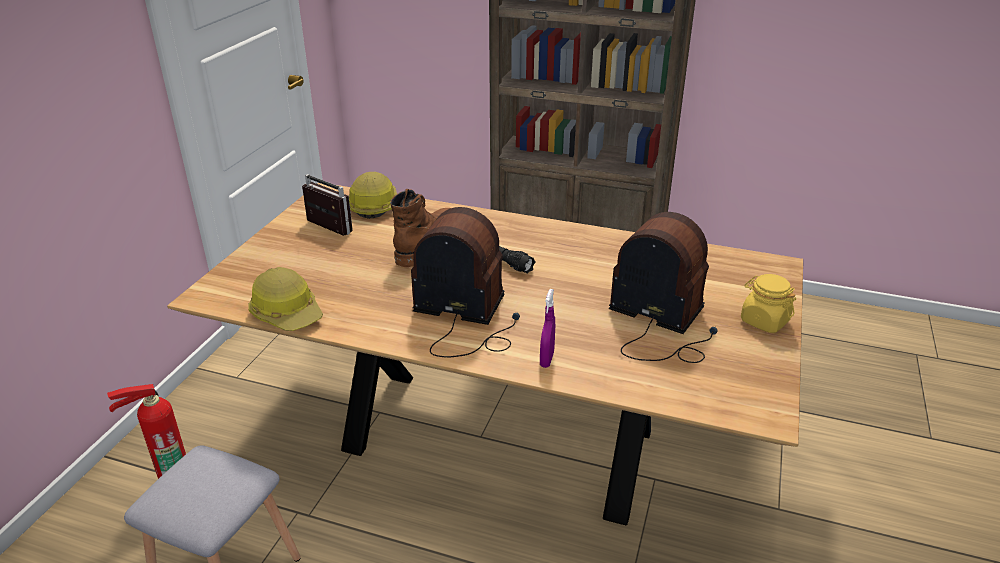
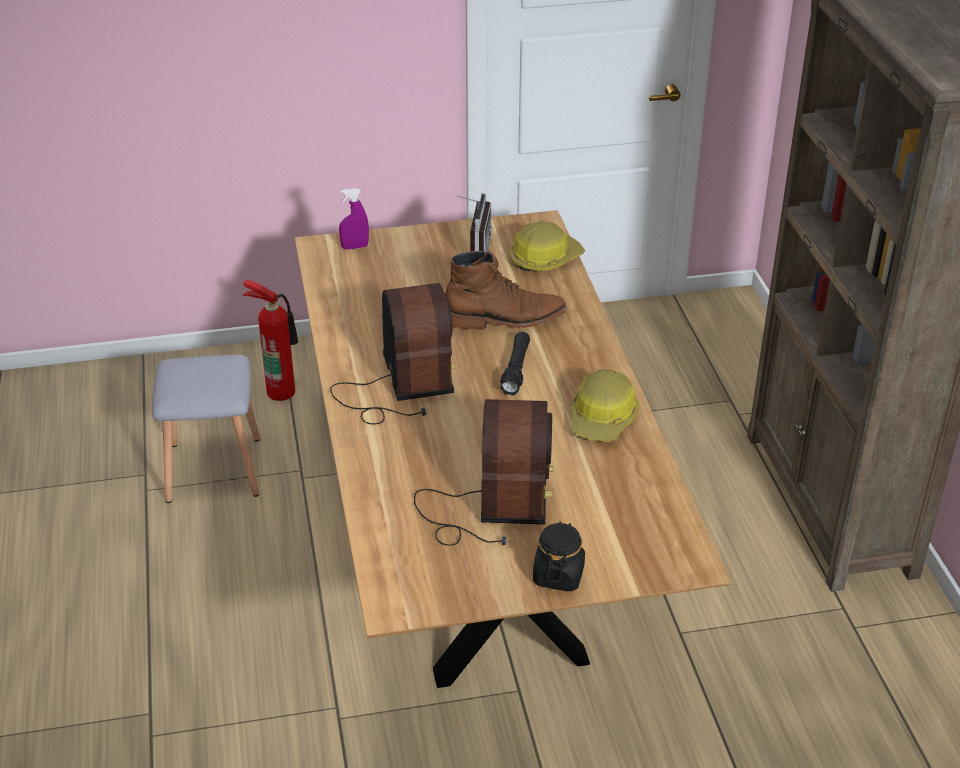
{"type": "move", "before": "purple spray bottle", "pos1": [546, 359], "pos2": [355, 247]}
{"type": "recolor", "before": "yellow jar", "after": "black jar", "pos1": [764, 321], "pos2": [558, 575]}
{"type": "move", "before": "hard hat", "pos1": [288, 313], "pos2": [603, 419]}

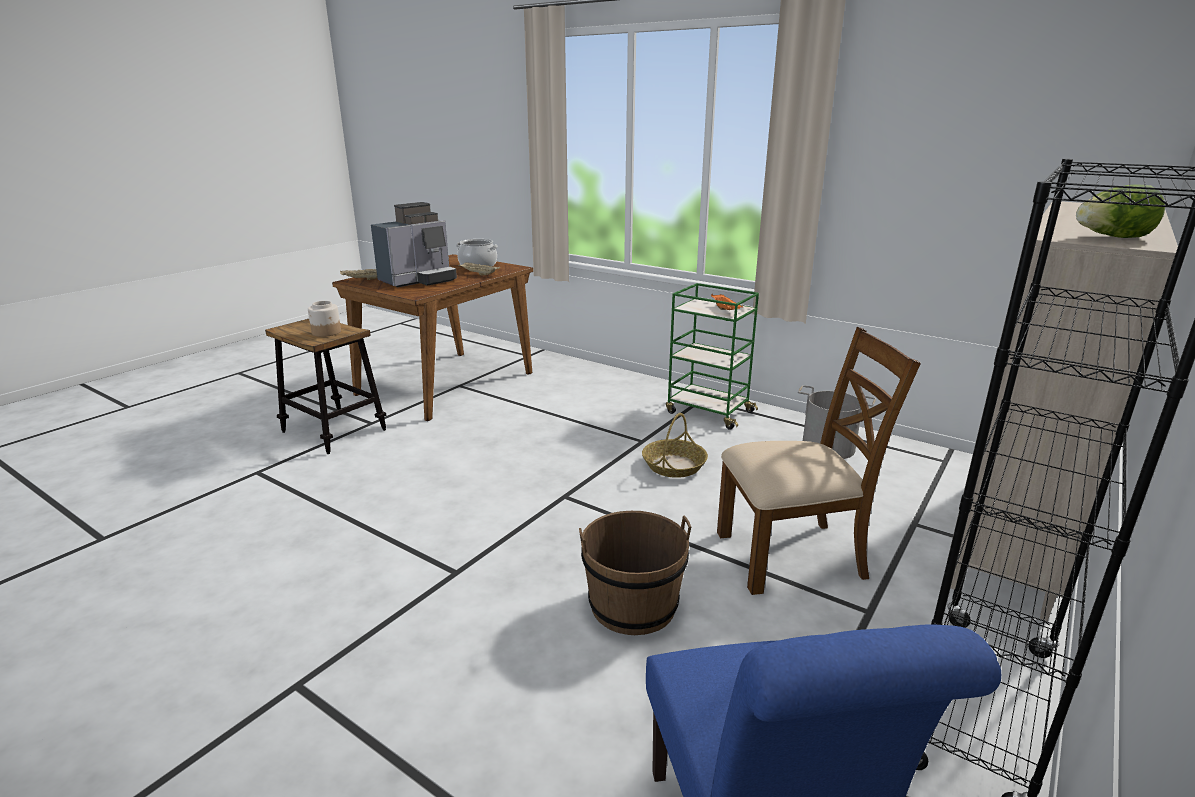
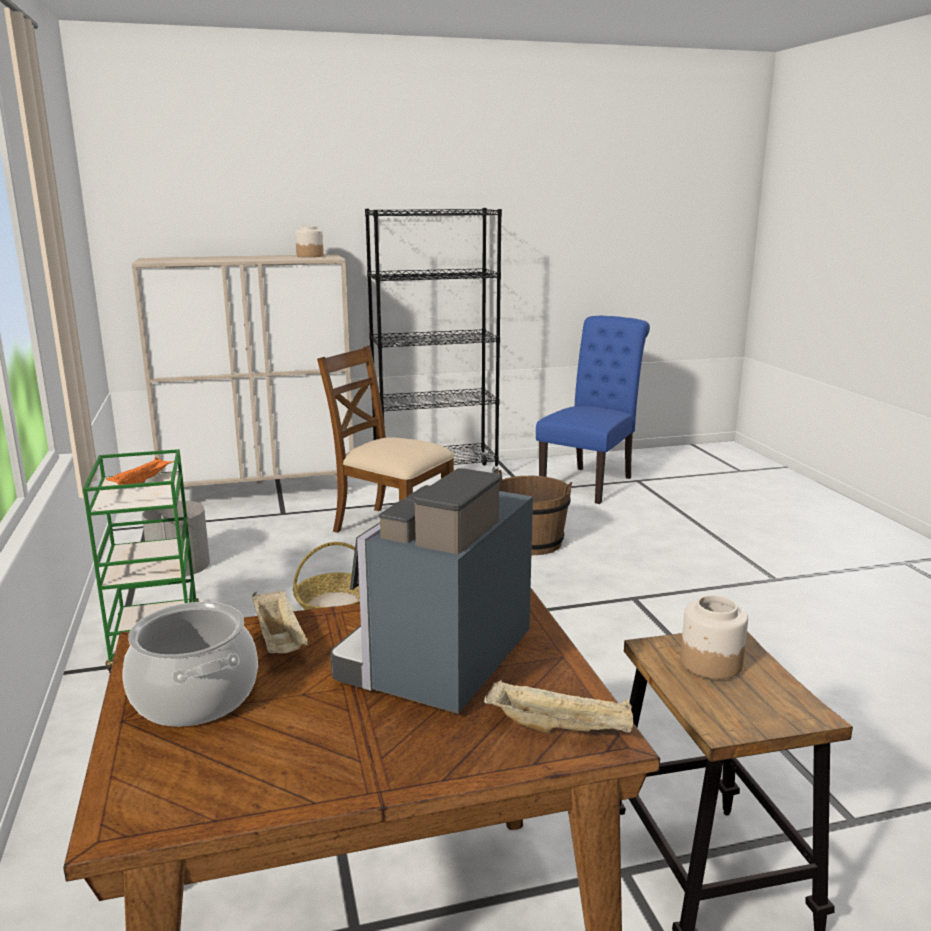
{"type": "replace", "before": "lettuce", "after": "jar", "pos1": [1112, 237], "pos2": [310, 256]}
{"type": "rotate", "before": "coffee machine", "pos1": [419, 280], "pos2": [437, 663], "turn": -60}

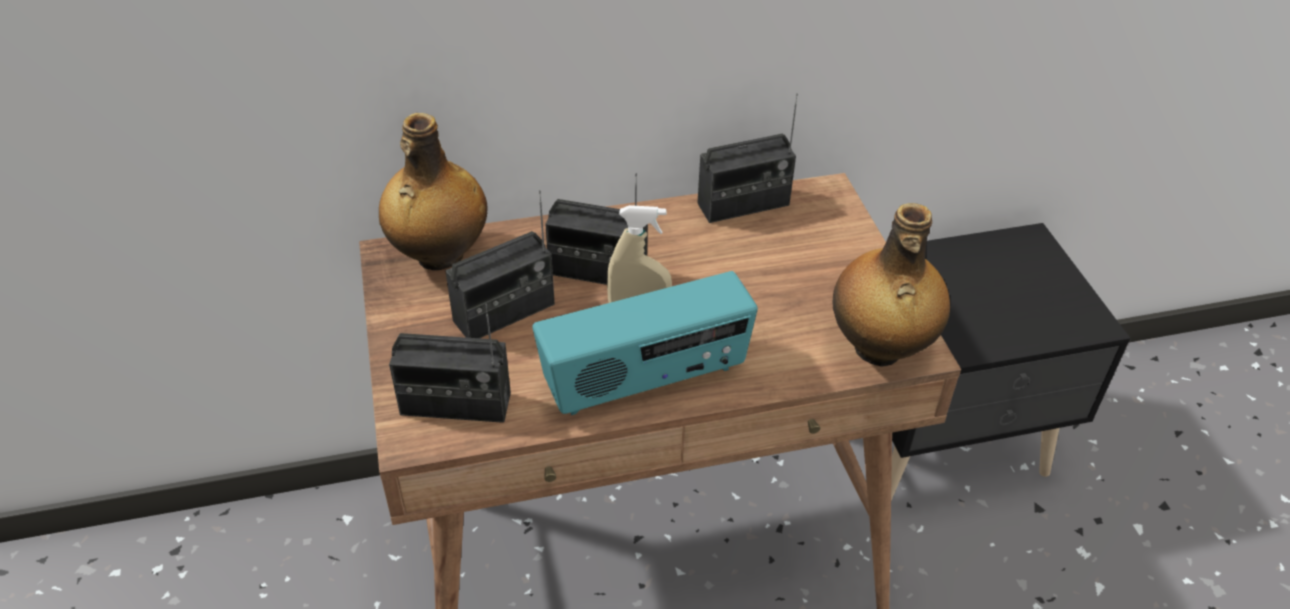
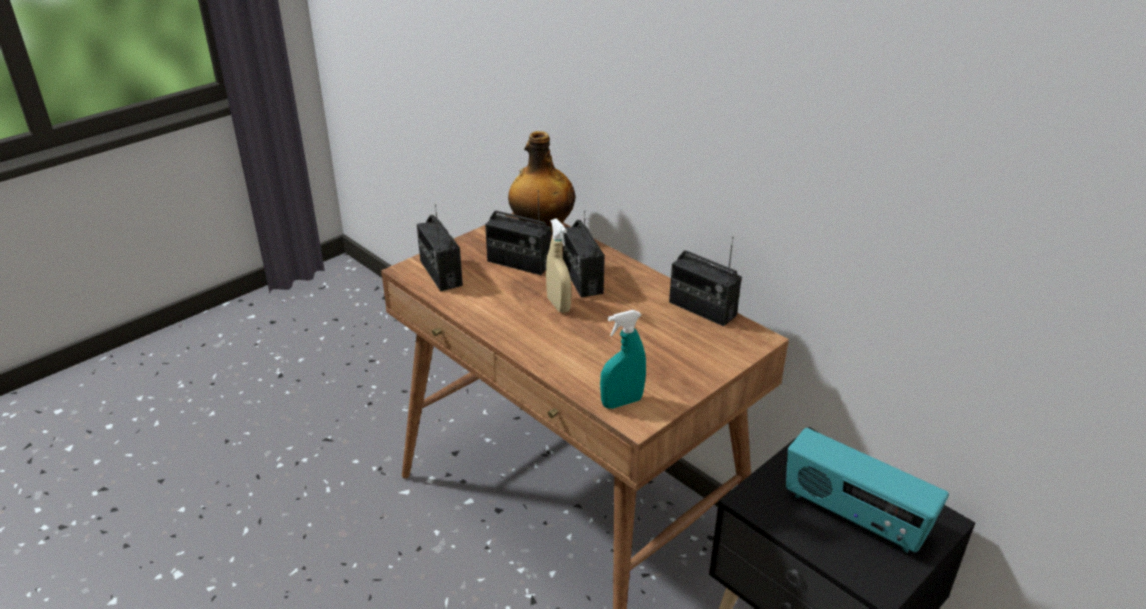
{"type": "replace", "before": "bottle", "after": "turquoise spray bottle", "pos1": [878, 349], "pos2": [622, 402]}
{"type": "move", "before": "radio", "pos1": [645, 381], "pos2": [854, 517]}

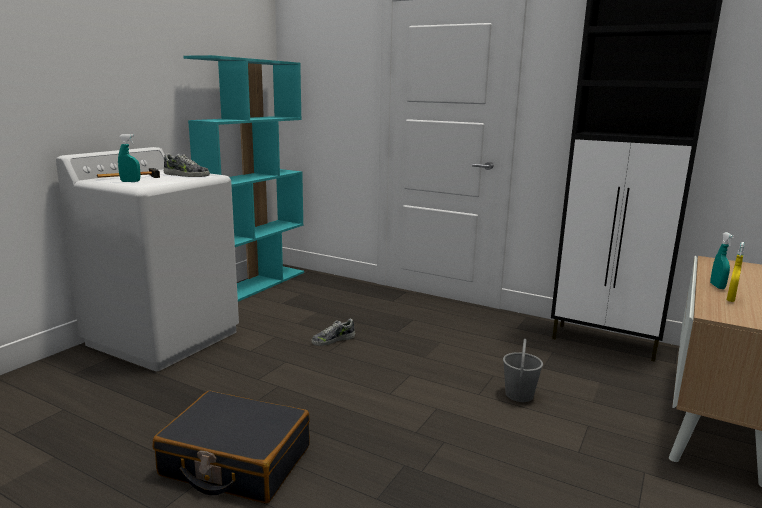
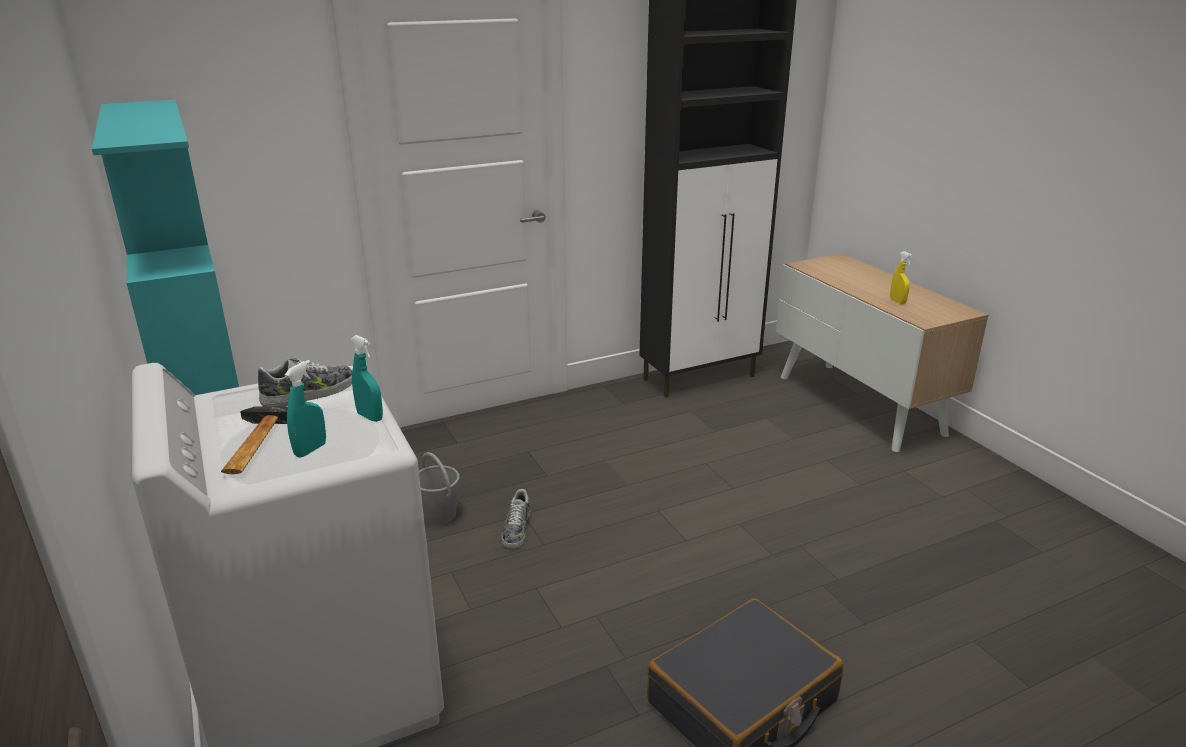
{"type": "move", "before": "turquoise spray bottle", "pos1": [717, 286], "pos2": [370, 417]}
{"type": "move", "before": "grey bucket", "pos1": [519, 395], "pos2": [439, 515]}

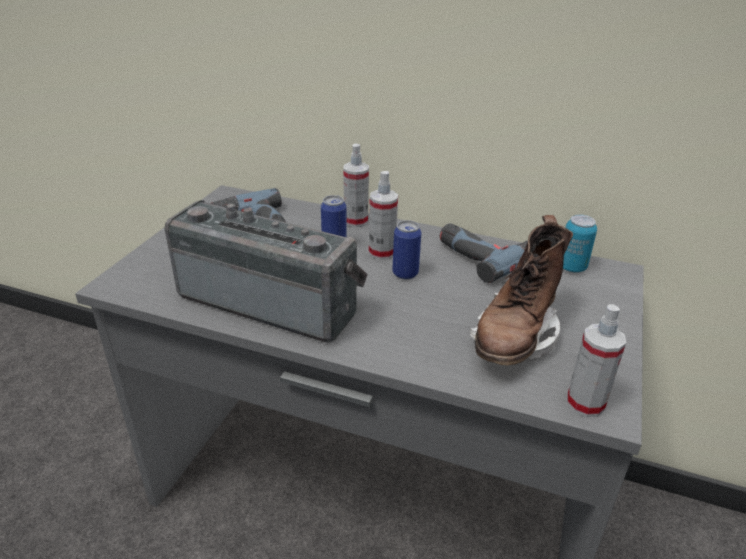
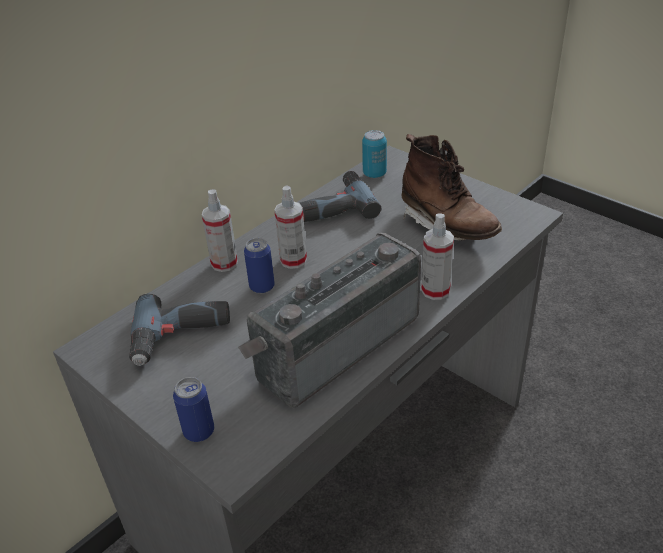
{"type": "move", "before": "can", "pos1": [405, 273], "pos2": [199, 431]}
{"type": "move", "before": "spray bottle", "pos1": [585, 403], "pos2": [435, 290]}

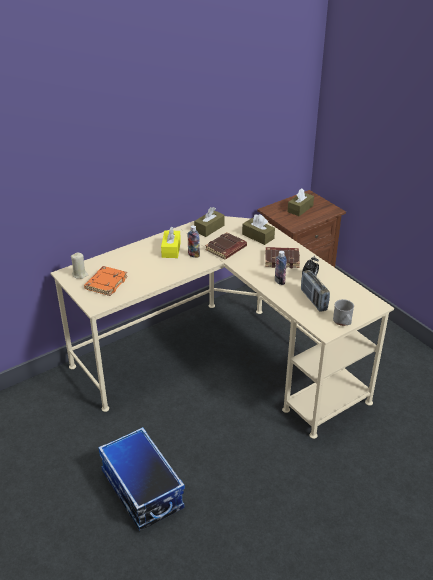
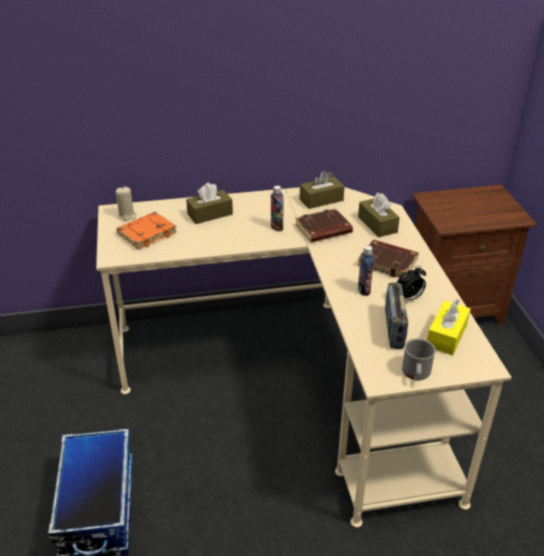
{"type": "move", "before": "brown tissue box", "pos1": [300, 209], "pos2": [210, 214]}
{"type": "move", "before": "yellow tissue box", "pos1": [171, 249], "pos2": [446, 335]}

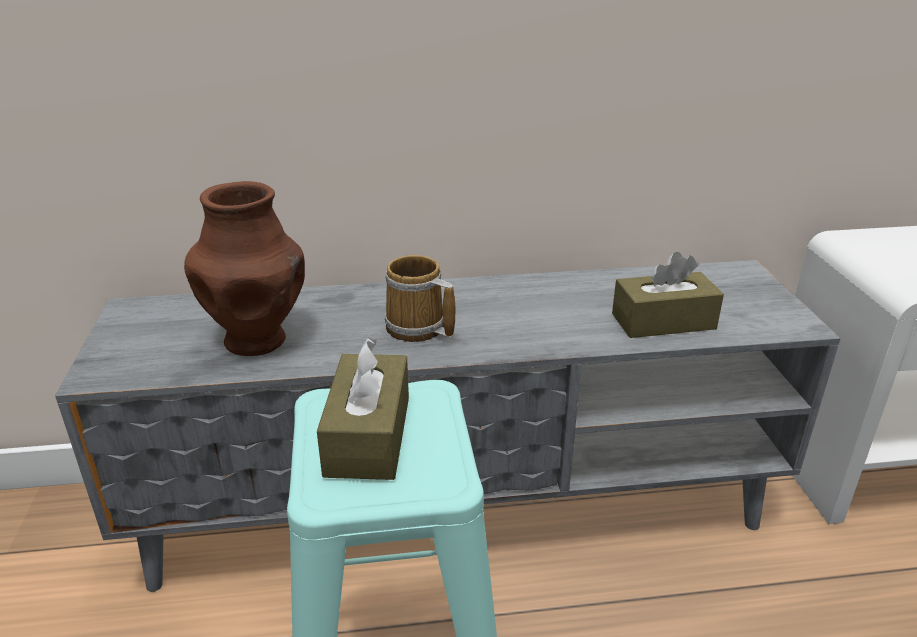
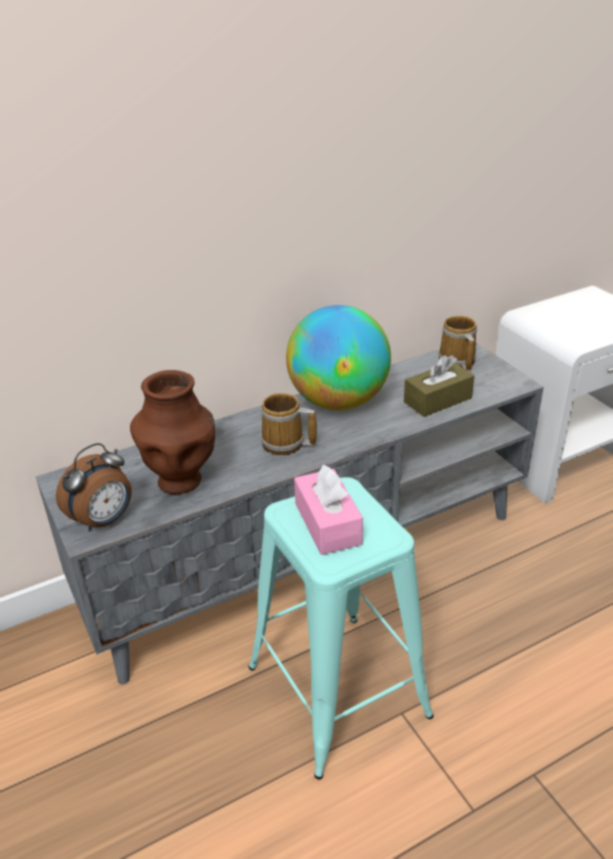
{"type": "insert", "after": "alarm clock", "pos2": [104, 520]}
{"type": "insert", "after": "globe", "pos2": [338, 401]}
{"type": "recolor", "before": "brown tissue box", "after": "pink tissue box", "pos1": [368, 435], "pos2": [327, 523]}
{"type": "insert", "after": "mug", "pos2": [456, 361]}

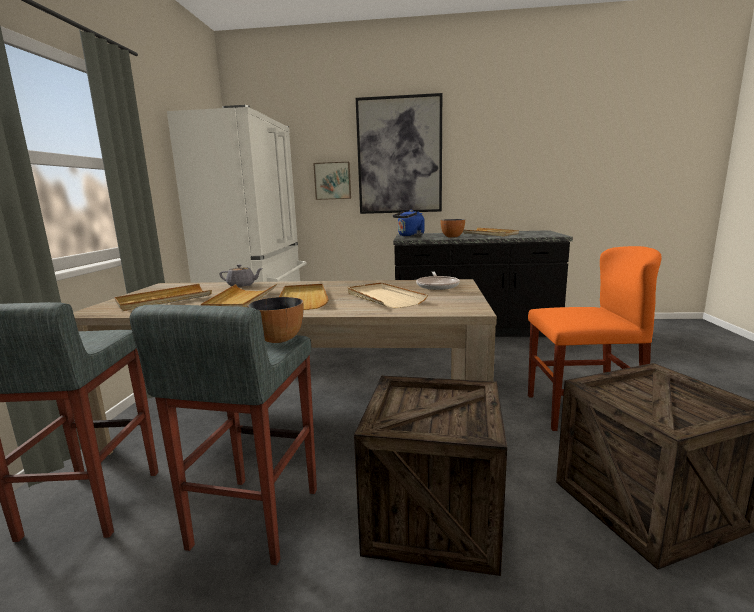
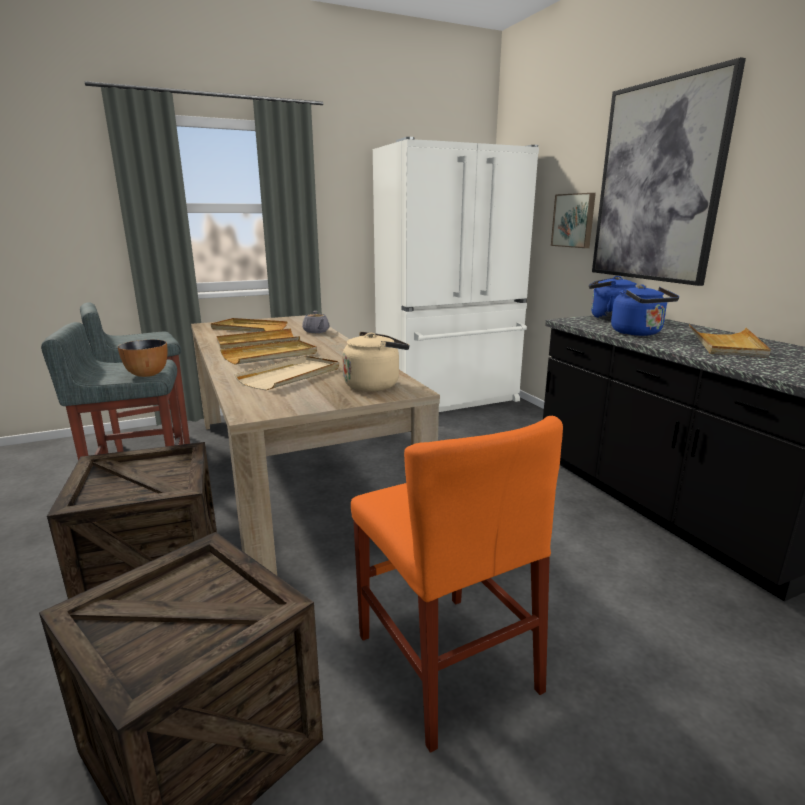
{"type": "replace", "before": "frying pan", "after": "beige kettle", "pos1": [437, 285], "pos2": [374, 385]}
{"type": "replace", "before": "bowl", "after": "blue kettle", "pos1": [452, 237], "pos2": [638, 333]}

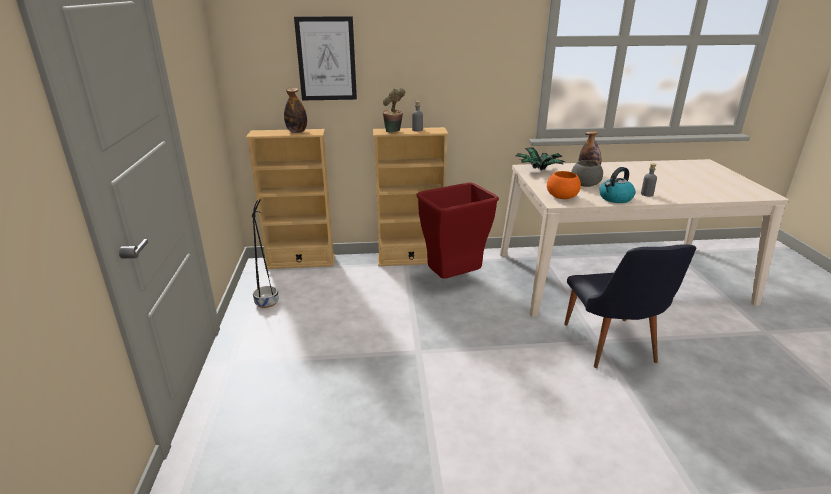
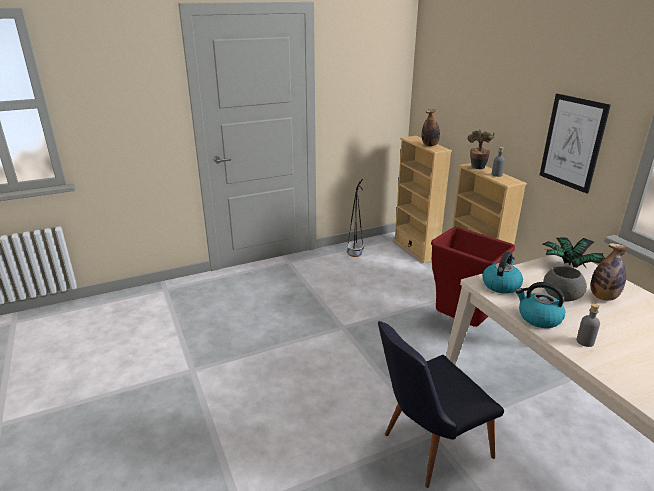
{"type": "replace", "before": "orange bowl", "after": "kettle", "pos1": [562, 197], "pos2": [501, 285]}
{"type": "move", "before": "picture", "pos1": [326, 59], "pos2": [572, 142]}

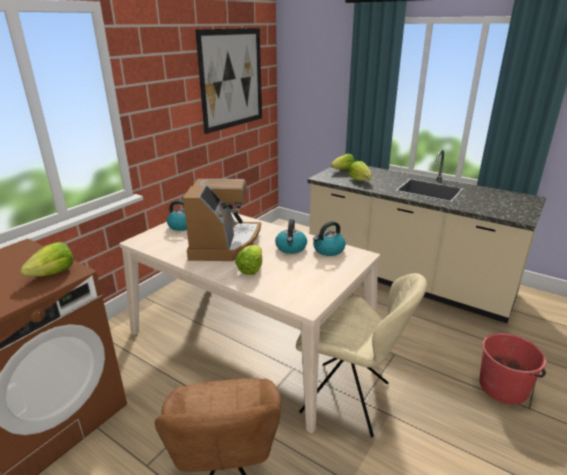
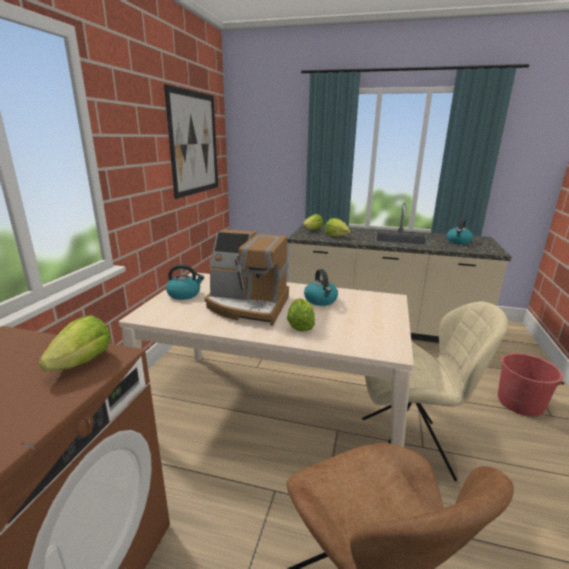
{"type": "rotate", "before": "coffee machine", "pos1": [224, 244], "pos2": [248, 306], "turn": 120}
{"type": "move", "before": "kettle", "pos1": [328, 250], "pos2": [458, 242]}

